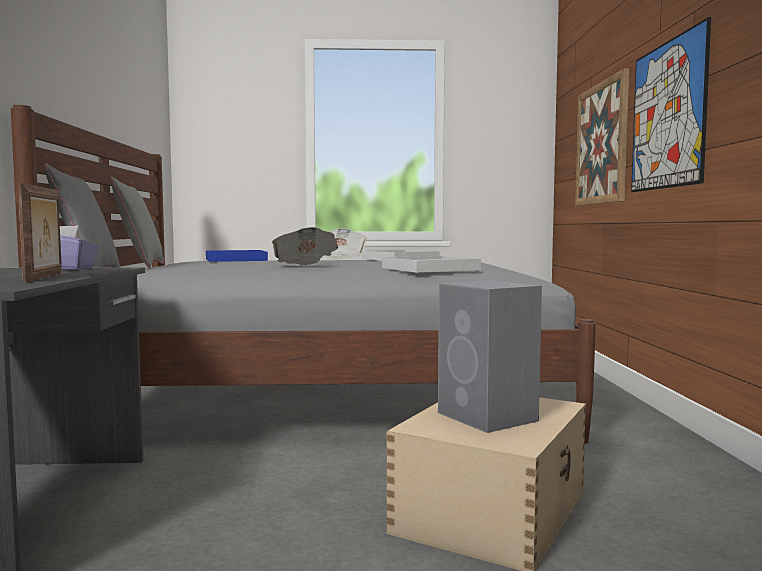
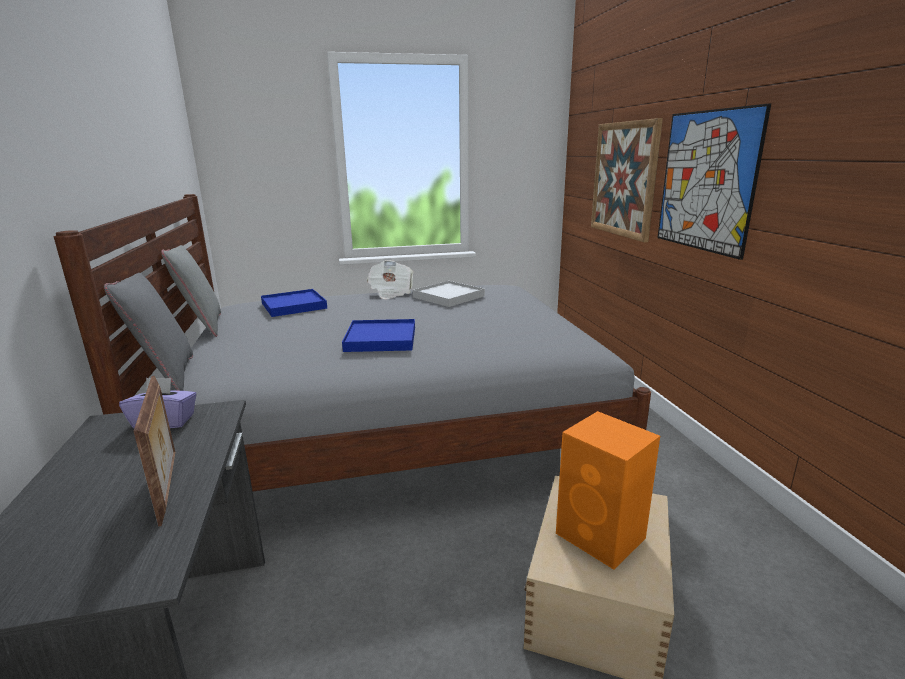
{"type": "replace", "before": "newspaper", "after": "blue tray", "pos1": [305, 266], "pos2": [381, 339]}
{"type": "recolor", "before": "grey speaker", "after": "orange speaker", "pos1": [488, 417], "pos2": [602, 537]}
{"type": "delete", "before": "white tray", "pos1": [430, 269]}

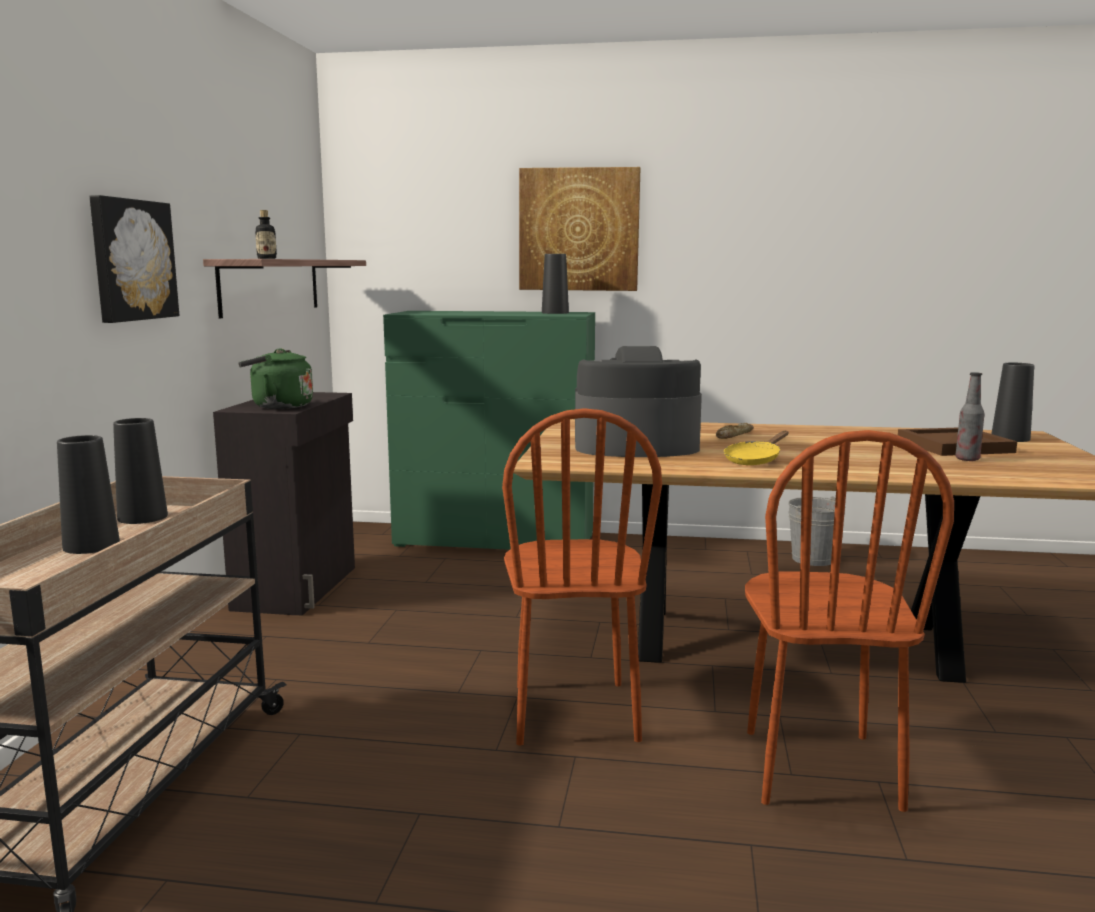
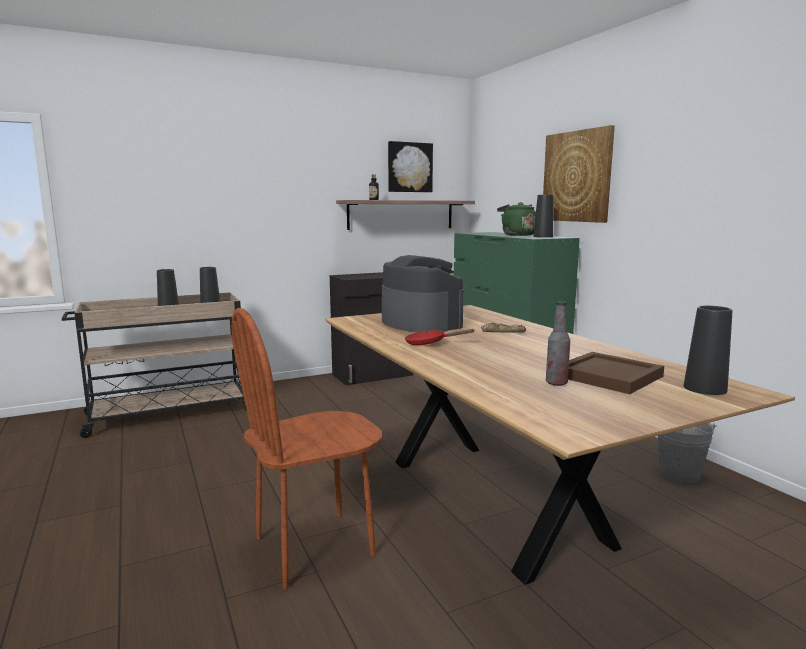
{"type": "move", "before": "picture", "pos1": [131, 260], "pos2": [409, 167]}
{"type": "recolor", "before": "yellow frying pan", "after": "red frying pan", "pos1": [754, 460], "pos2": [429, 343]}
{"type": "move", "before": "green kettle", "pos1": [278, 406], "pos2": [516, 235]}
{"type": "delete", "before": "brown chair", "pos1": [573, 712]}

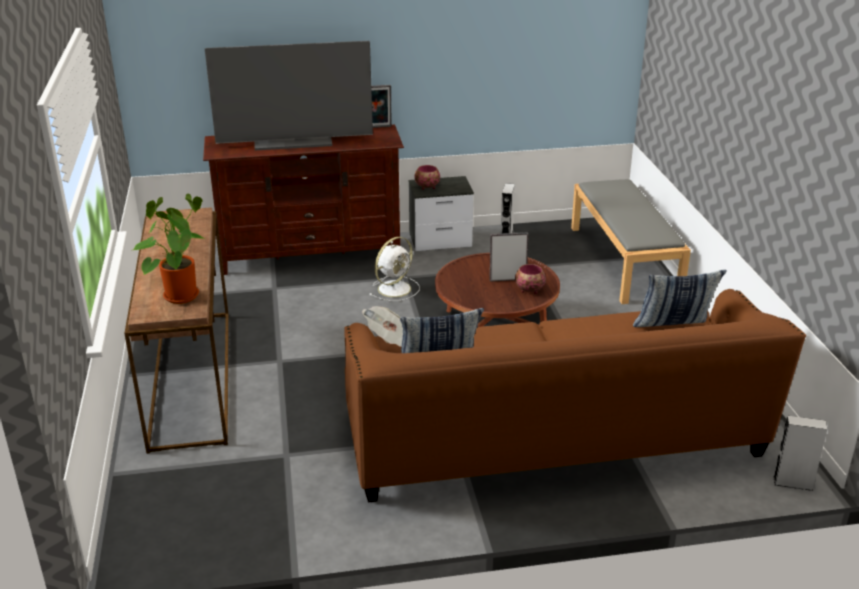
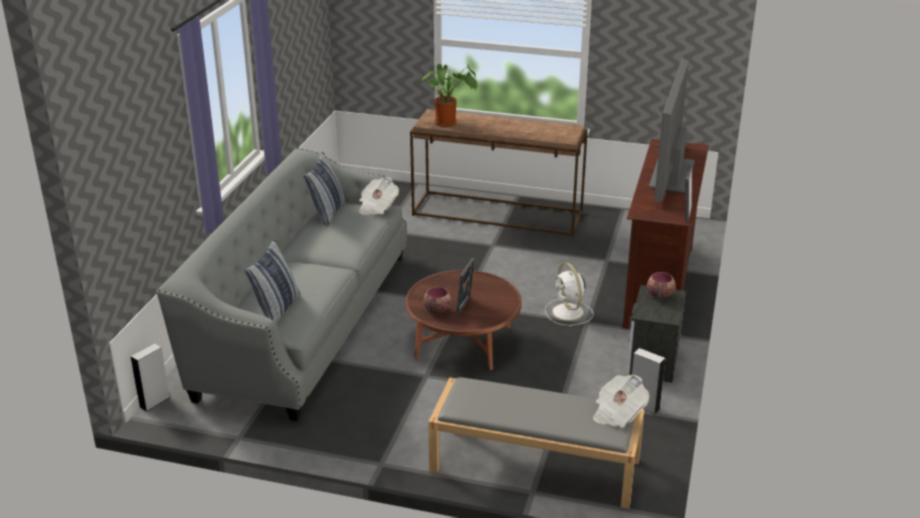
{"type": "recolor", "before": "brown sofa", "after": "grey sofa", "pos1": [553, 439], "pos2": [303, 322]}
{"type": "insert", "after": "newspaper", "pos2": [618, 413]}

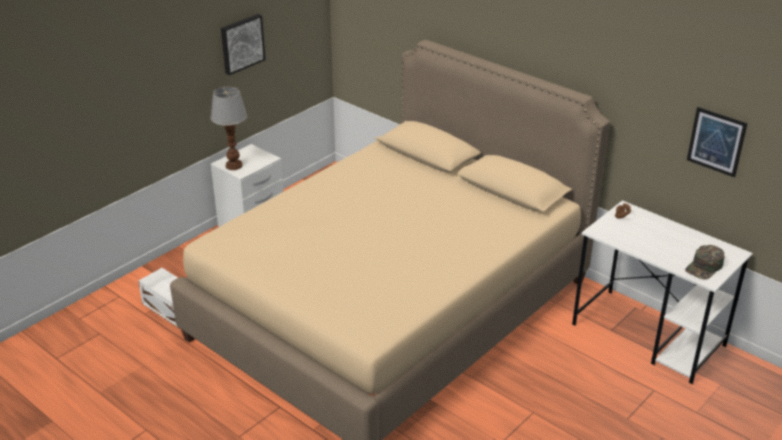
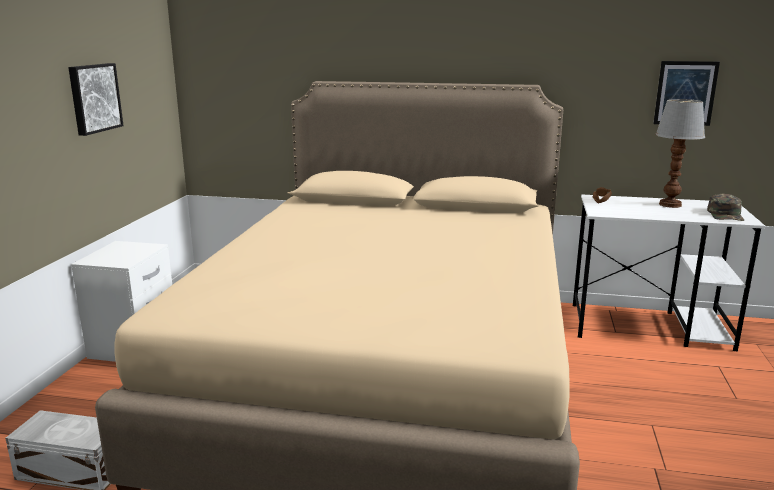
{"type": "move", "before": "table lamp", "pos1": [233, 165], "pos2": [669, 204]}

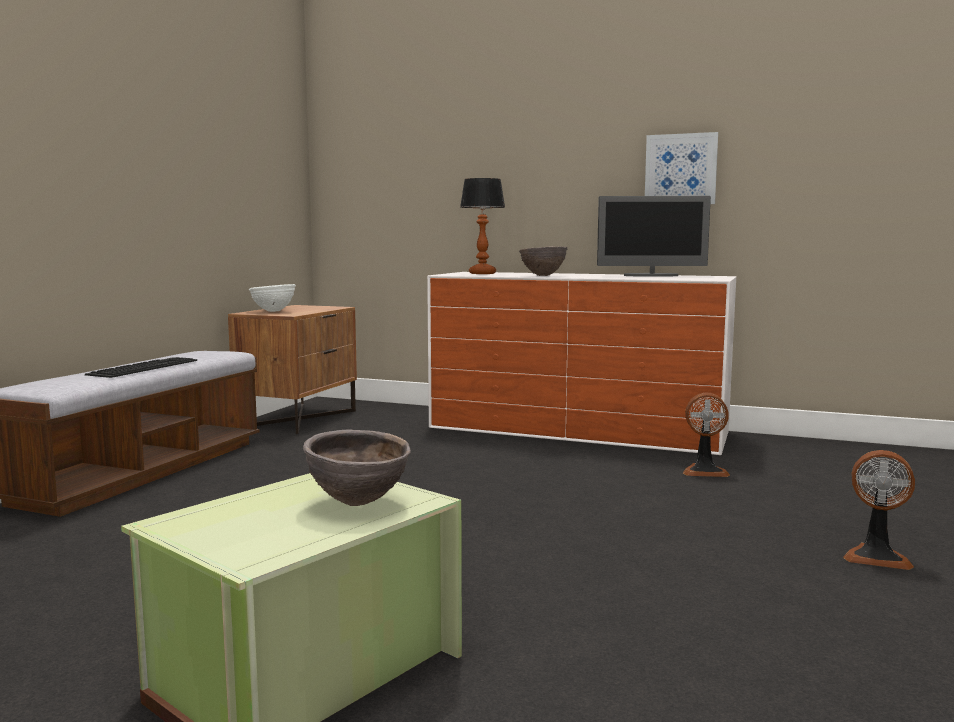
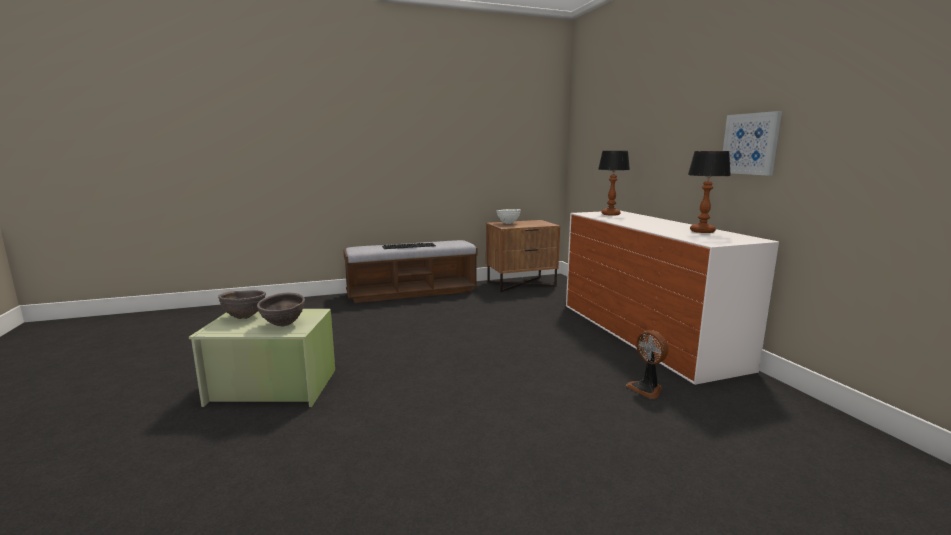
{"type": "move", "before": "brown bowl", "pos1": [543, 276], "pos2": [245, 317]}
{"type": "replace", "before": "monitor", "after": "table lamp", "pos1": [651, 275], "pos2": [702, 231]}
{"type": "delete", "before": "fan", "pos1": [876, 557]}

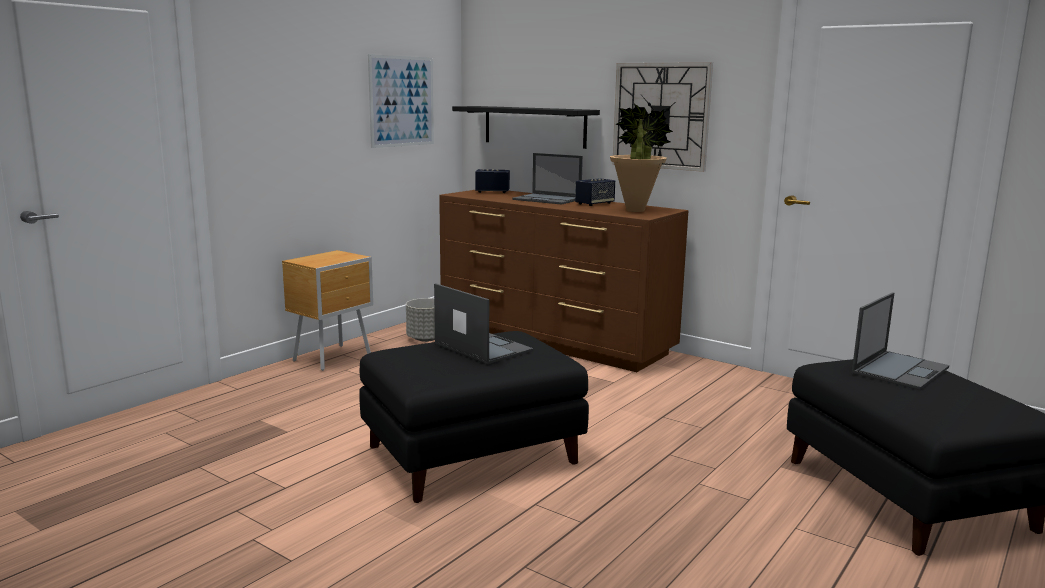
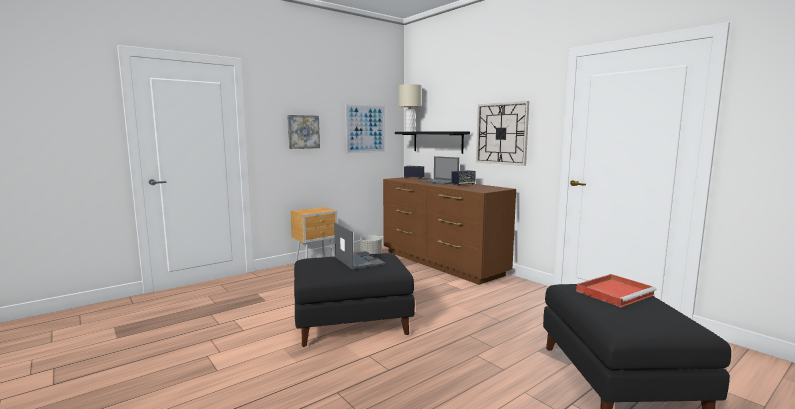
{"type": "insert", "after": "picture", "pos2": [303, 132]}
{"type": "insert", "after": "beige table lamp", "pos2": [409, 131]}
{"type": "replace", "before": "laptop", "after": "red tray", "pos1": [900, 370], "pos2": [615, 292]}
{"type": "delete", "before": "potted plant", "pos1": [636, 210]}

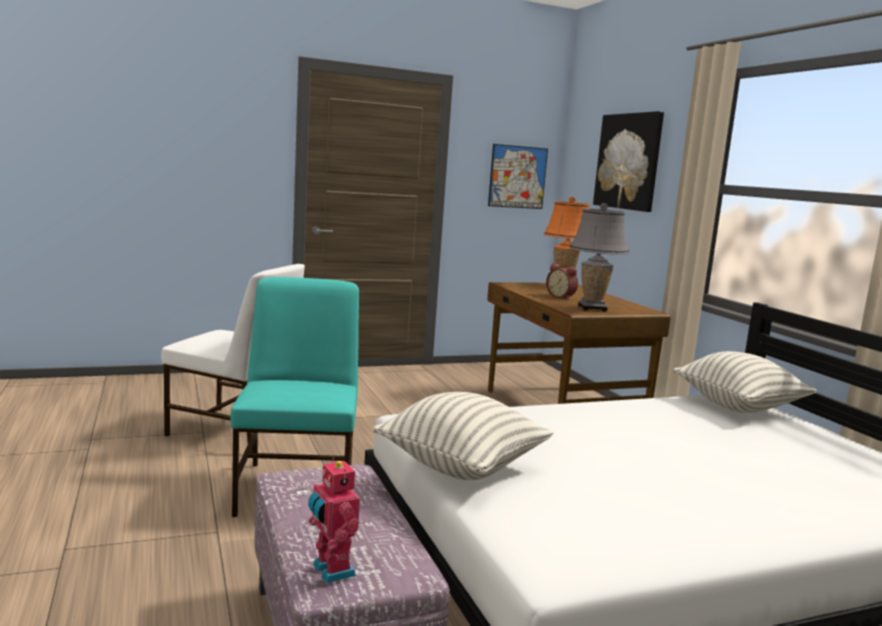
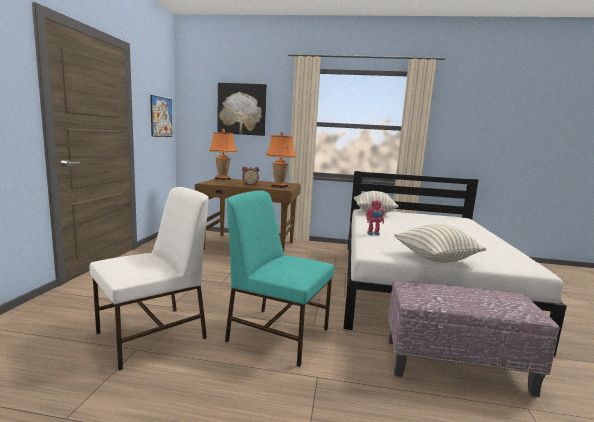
{"type": "recolor", "before": "grey table lamp", "after": "orange table lamp", "pos1": [592, 308], "pos2": [279, 186]}
{"type": "move", "before": "toy robot", "pos1": [331, 571], "pos2": [373, 234]}

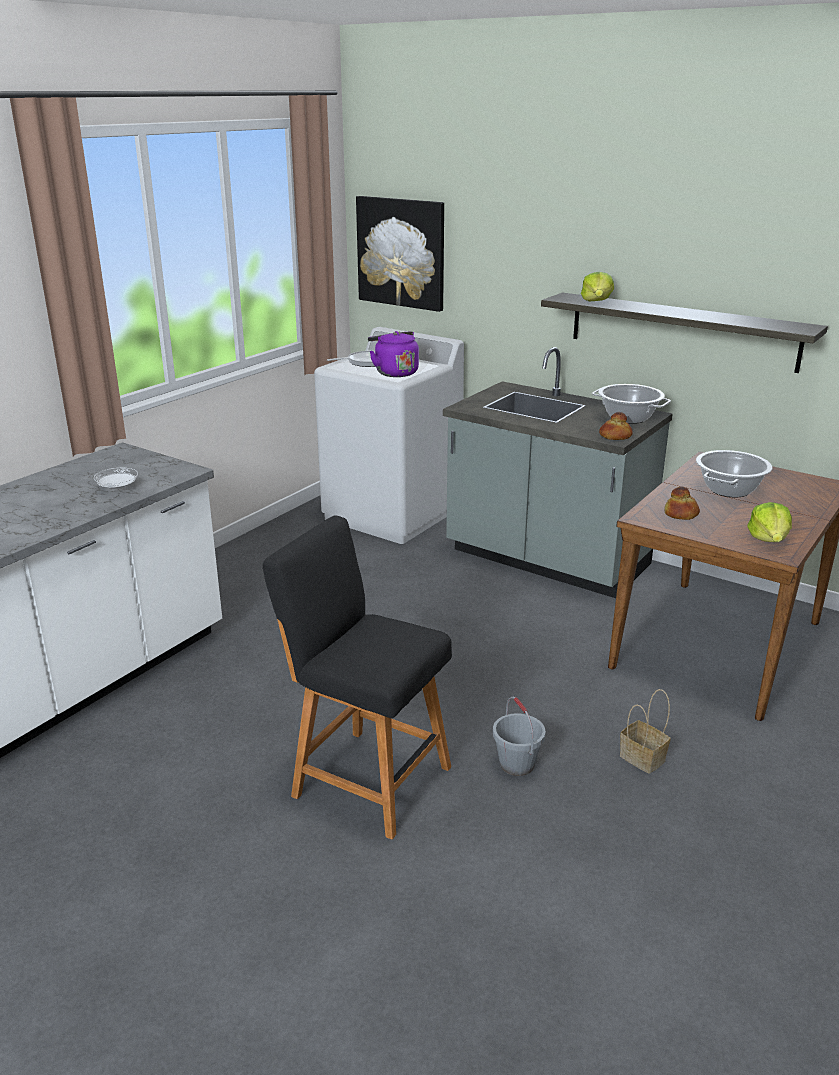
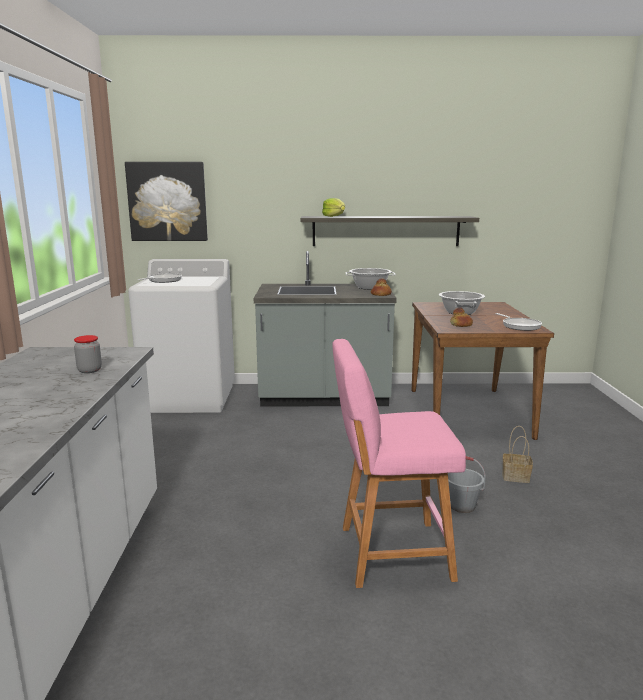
{"type": "replace", "before": "white plate", "after": "jar", "pos1": [118, 488], "pos2": [89, 370]}
{"type": "recolor", "before": "black stool", "after": "pink stool", "pos1": [365, 778], "pos2": [389, 553]}
{"type": "replace", "before": "lettuce", "after": "frying pan", "pos1": [769, 539], "pos2": [519, 326]}
{"type": "delete", "before": "purple kettle", "pos1": [394, 372]}

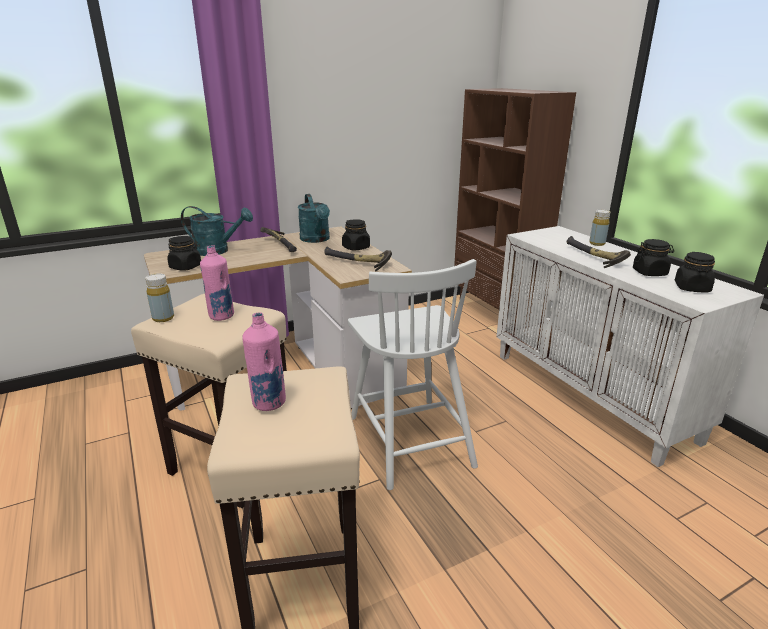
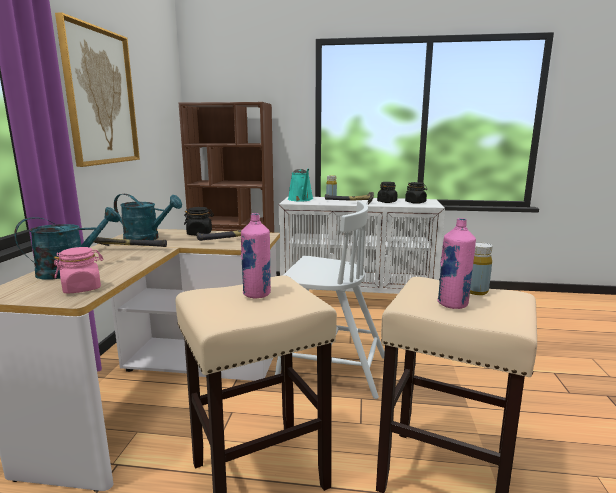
{"type": "recolor", "before": "black jar", "after": "pink jar", "pos1": [186, 267], "pos2": [82, 288]}
{"type": "insert", "after": "picture", "pos2": [100, 97]}
{"type": "insert", "after": "turquoise watering can", "pos2": [301, 199]}
{"type": "move", "before": "yellow bottle", "pos1": [163, 318], "pos2": [476, 291]}

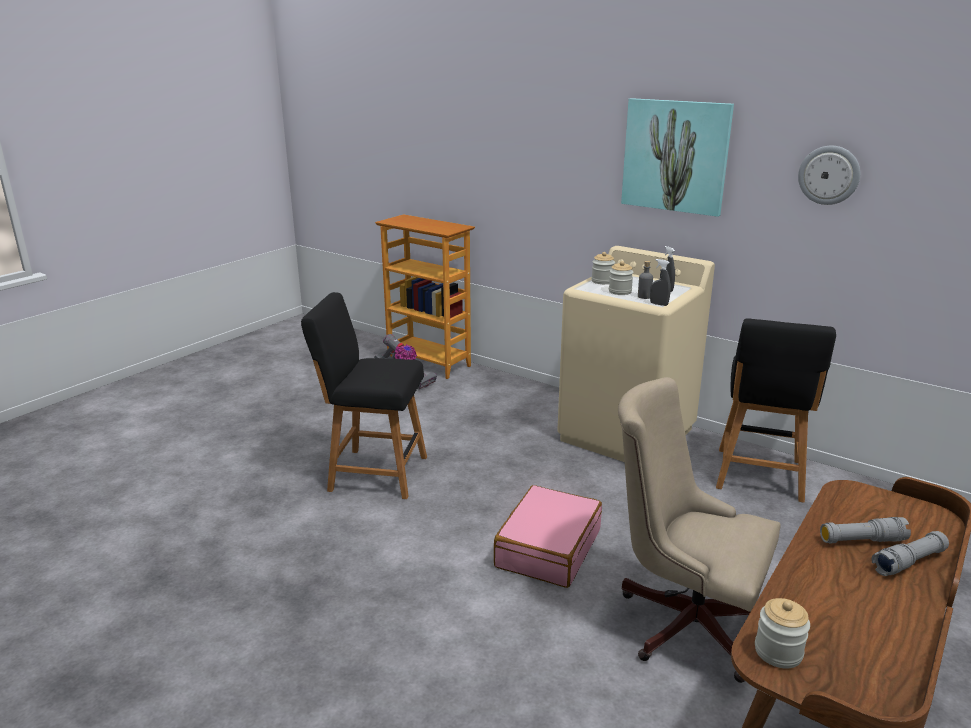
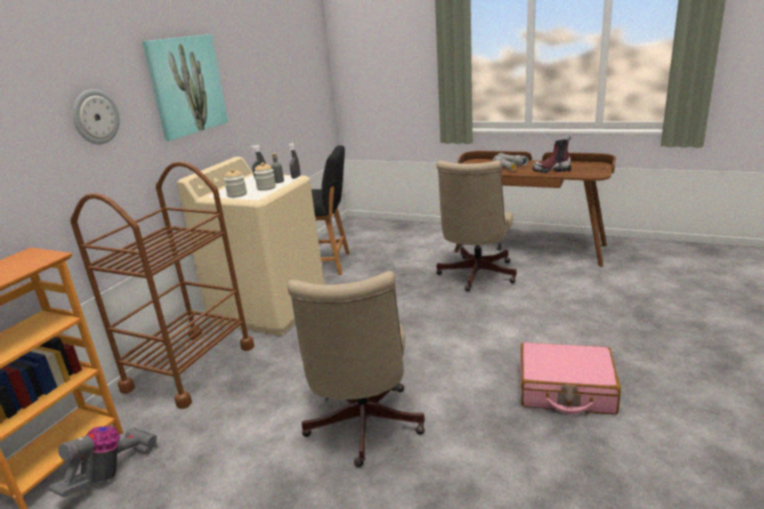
{"type": "insert", "after": "brown cart", "pos2": [190, 368]}
{"type": "move", "before": "wall clock", "pos1": [829, 175], "pos2": [95, 117]}
{"type": "replace", "before": "black stool", "after": "beige office chair", "pos1": [373, 473], "pos2": [362, 428]}
{"type": "move", "before": "pink suitcase", "pos1": [547, 548], "pos2": [565, 390]}
{"type": "insert", "after": "boot", "pos2": [551, 170]}
{"type": "delete", "before": "jar", "pos1": [778, 652]}

